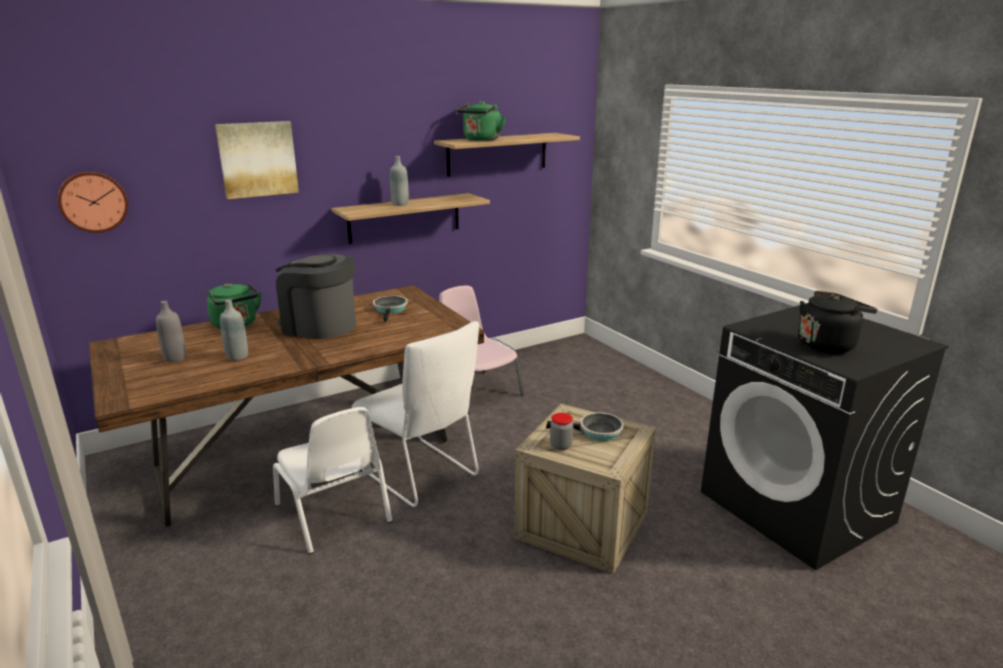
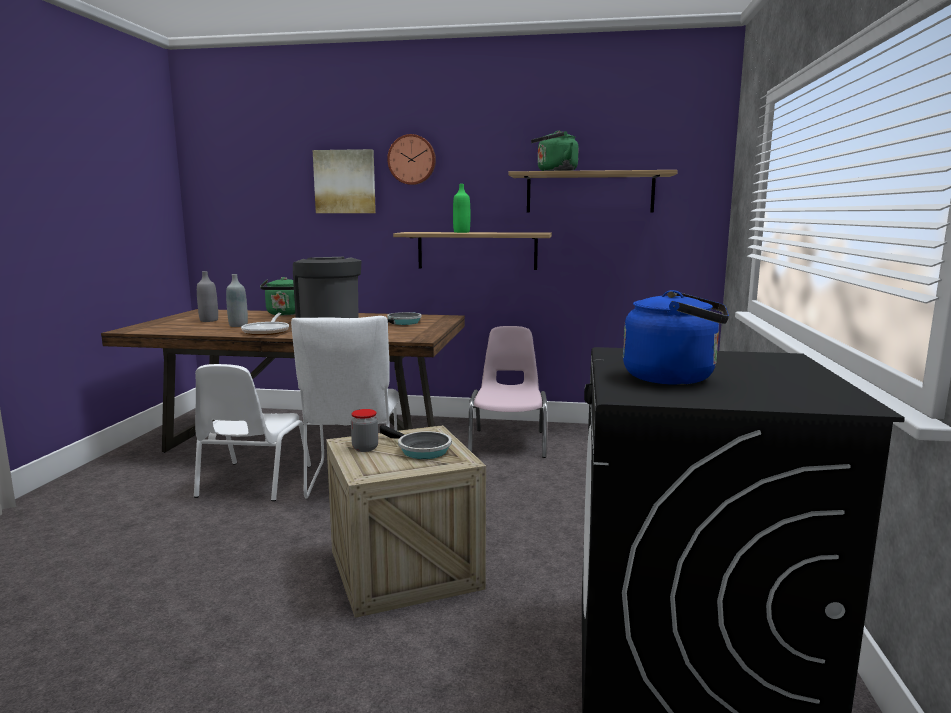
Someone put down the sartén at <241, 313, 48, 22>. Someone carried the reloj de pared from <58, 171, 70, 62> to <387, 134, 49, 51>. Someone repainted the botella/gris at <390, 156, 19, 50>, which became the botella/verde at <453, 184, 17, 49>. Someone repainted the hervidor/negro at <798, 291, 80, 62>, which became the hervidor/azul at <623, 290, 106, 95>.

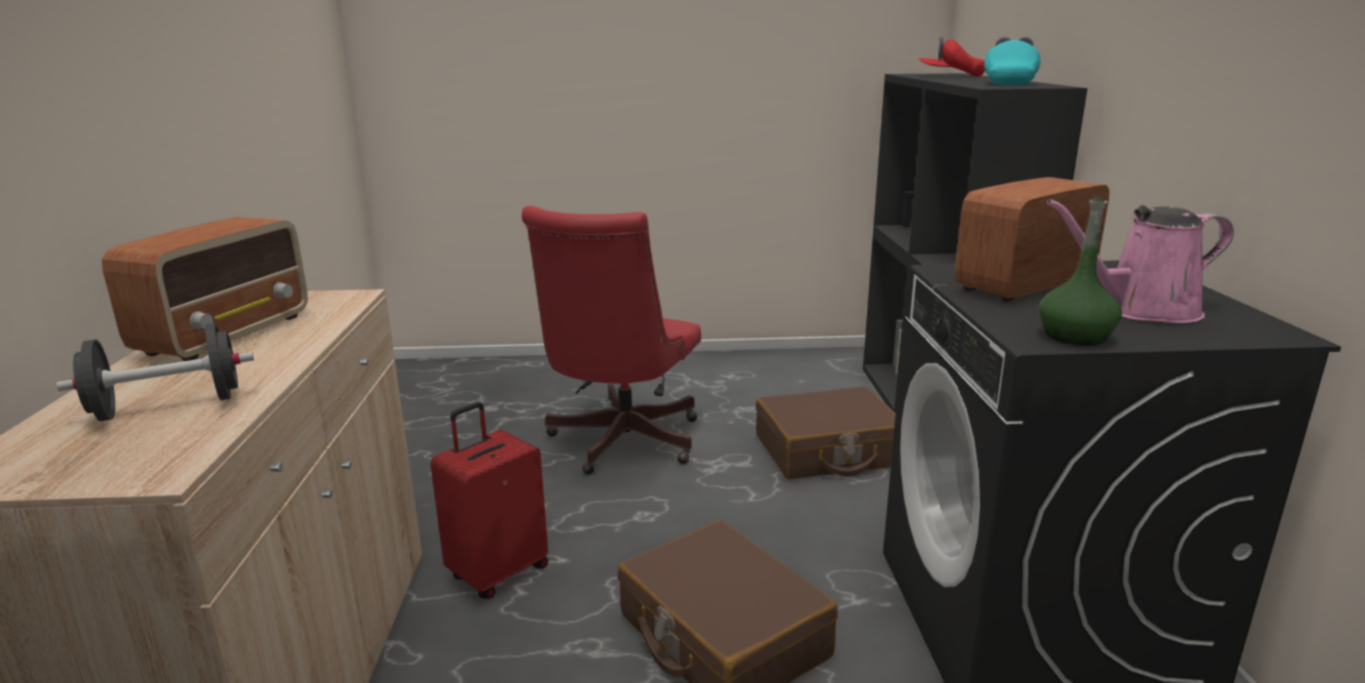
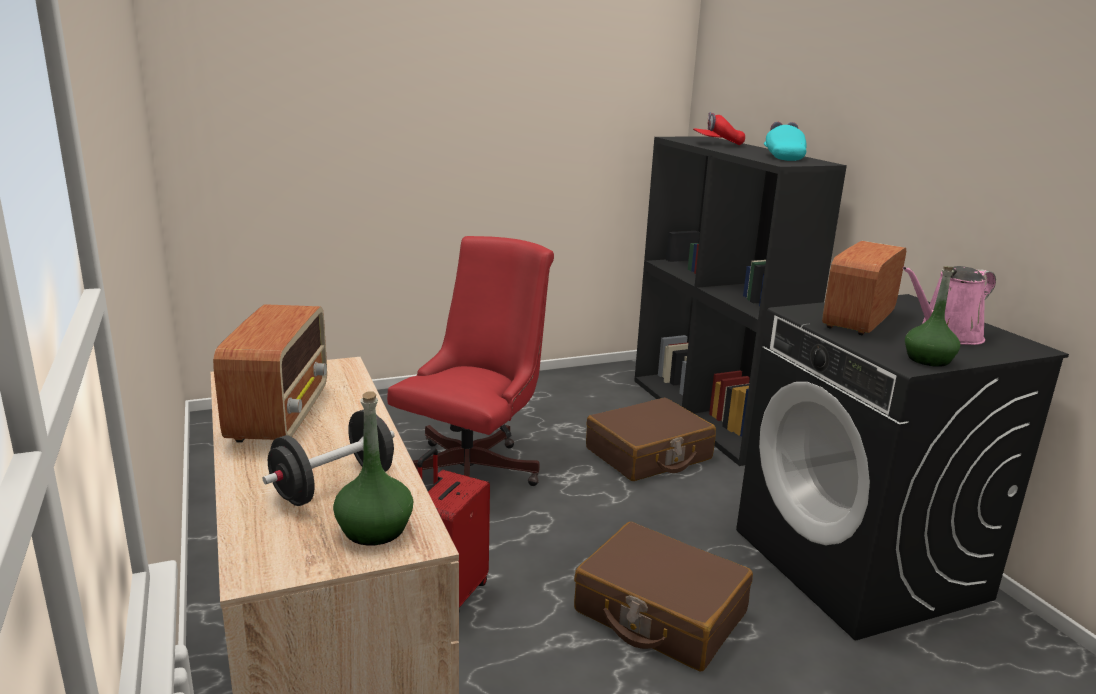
Someone put down the botella/verde at <333, 391, 80, 155>. Someone rotated the silla de oficina/rojo at <522, 206, 179, 269> by 150 degrees counterclockwise.

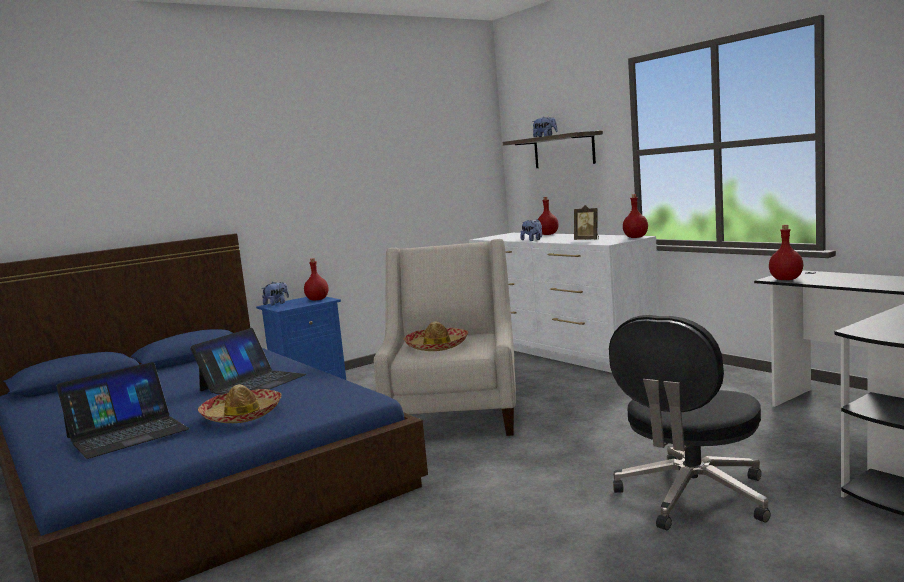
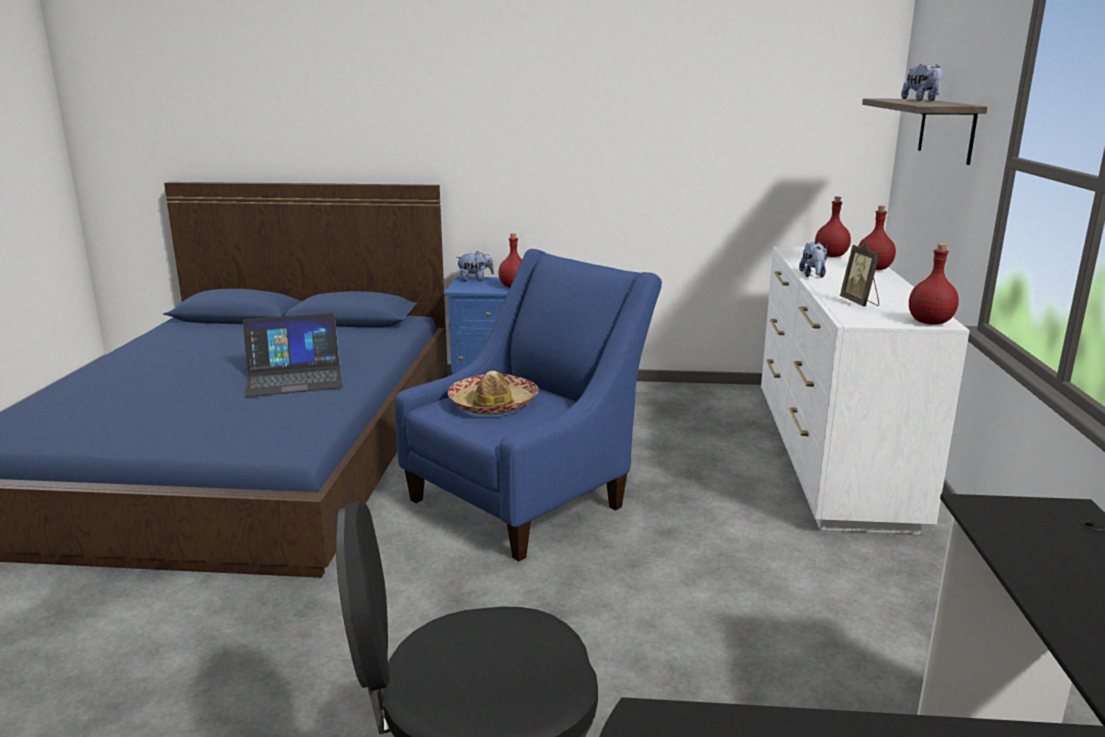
Someone took away the portátil at <57, 362, 132, 97>. Someone took away the sombrero at <198, 384, 84, 39>. Someone carried the botella/rojo from <769, 225, 34, 55> to <815, 197, 36, 60>. Someone repainted the sillón/beis at <374, 239, 142, 197>, which became the sillón/azul at <394, 249, 268, 312>.

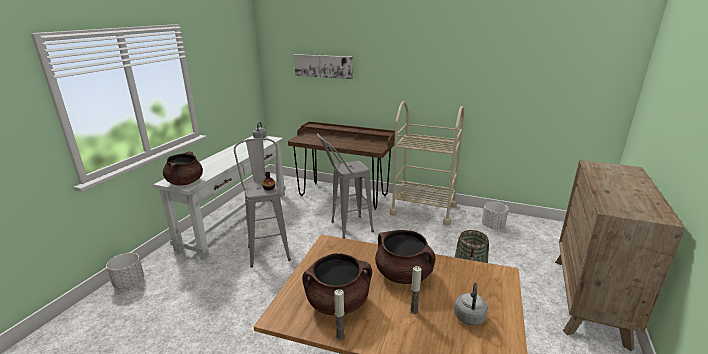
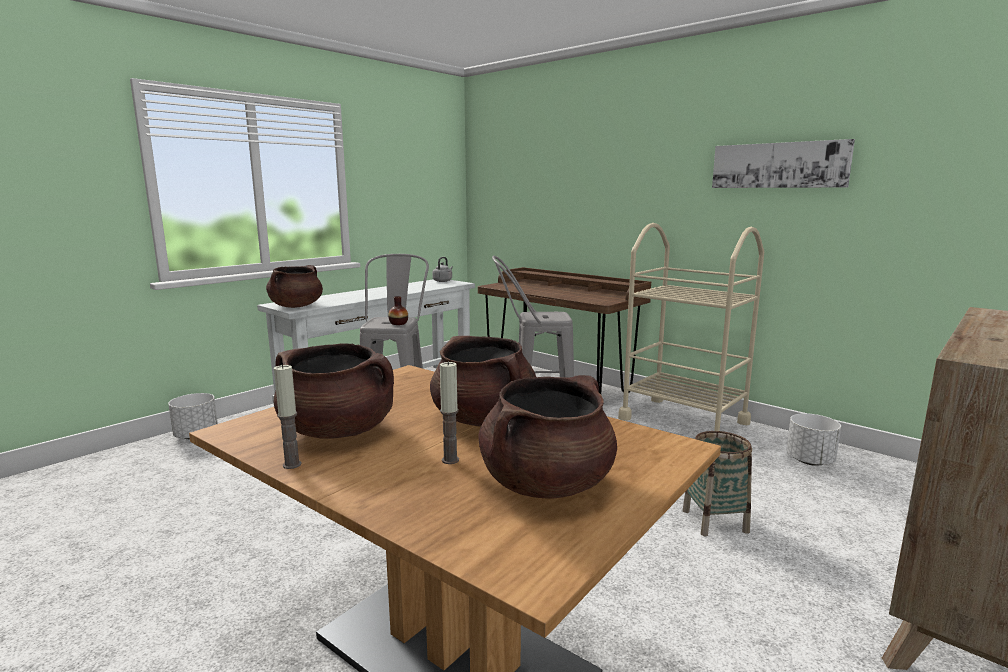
Someone carried the cuadro from <294, 54, 59, 25> to <712, 139, 143, 49>. Someone swapped the hervidor/gris at <454, 283, 34, 42> for the olla/marrón at <478, 375, 139, 123>.

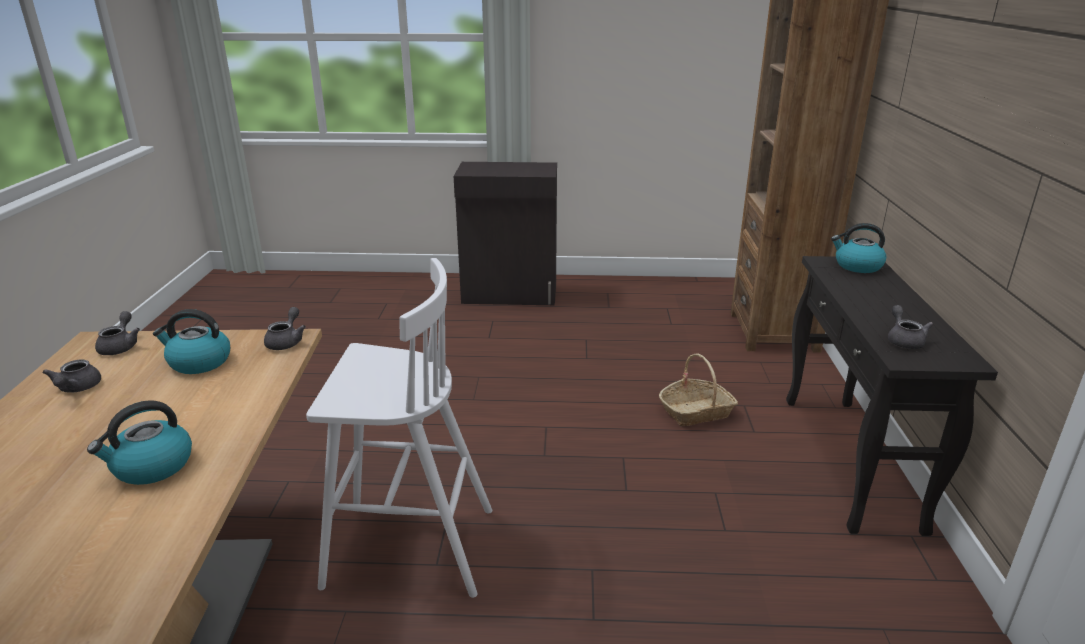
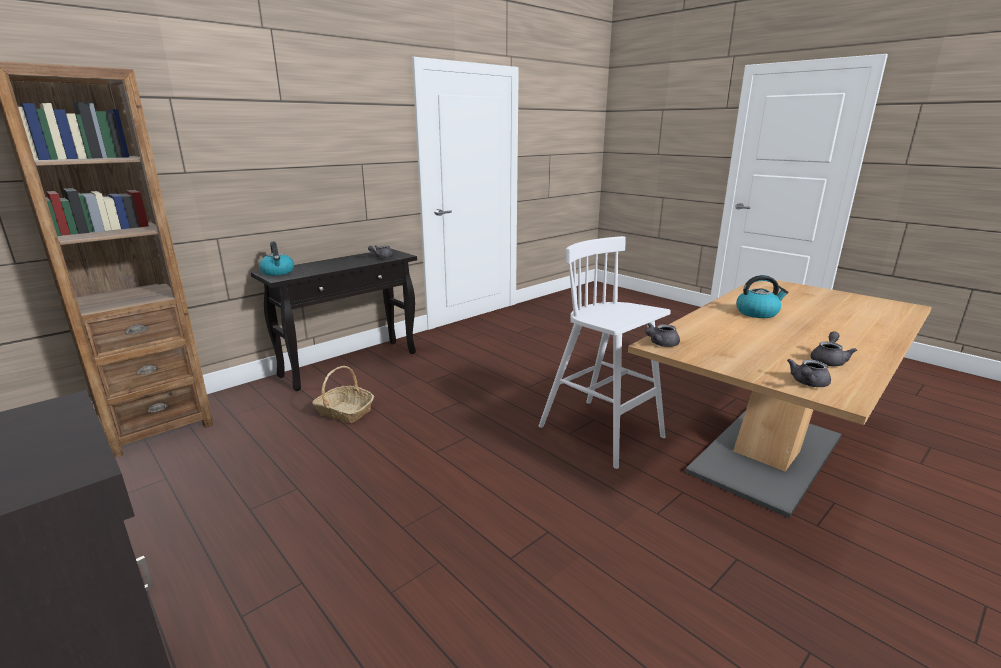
Someone took away the hervidor at <153, 309, 77, 65>.

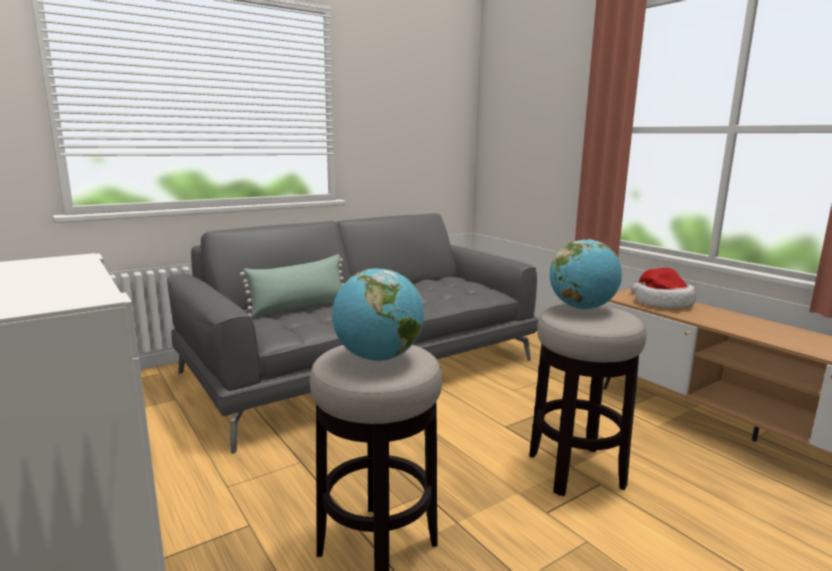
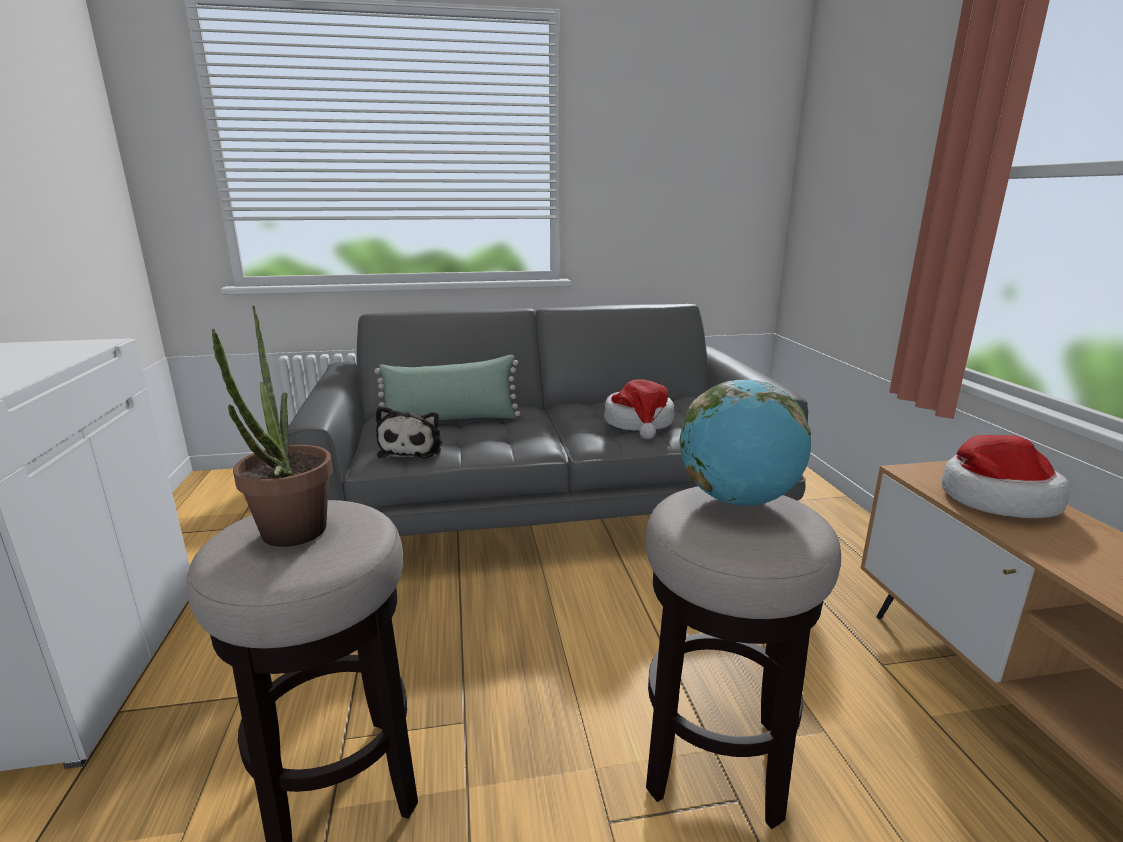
Someone put down the peluche at <376, 406, 66, 52>. Someone put down the sombrero at <604, 379, 70, 60>. Someone swapped the globo terráqueo at <332, 268, 92, 93> for the planta en maceta at <211, 306, 122, 241>.

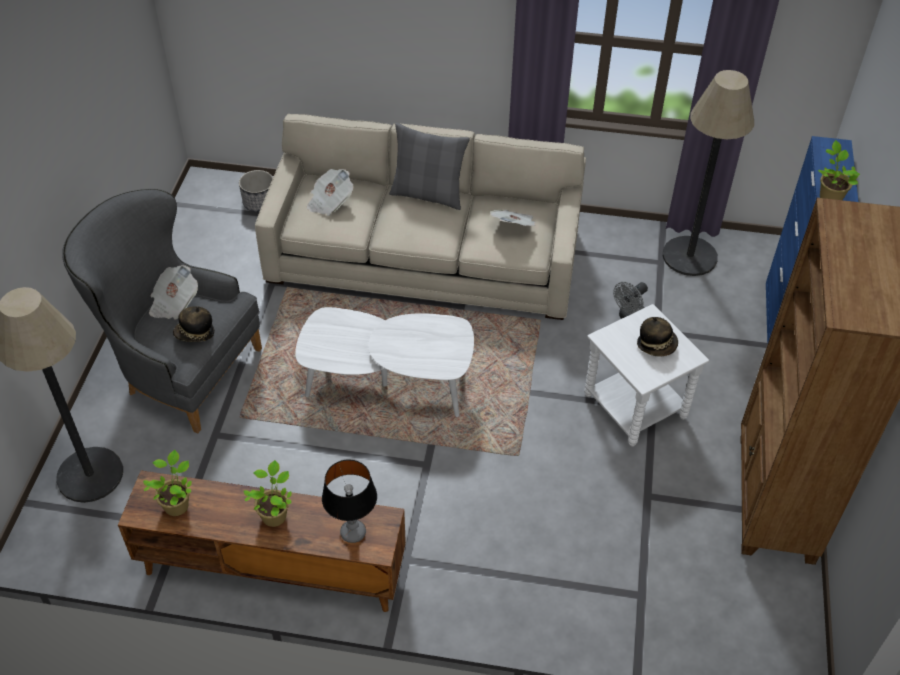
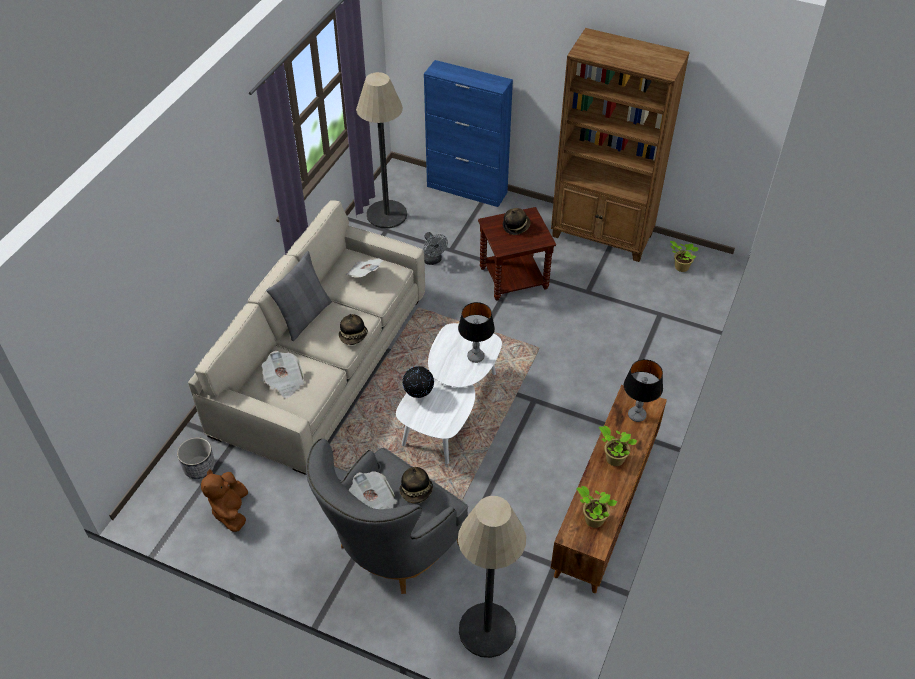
Someone put down the peluche/marrón at <201, 469, 47, 63>. Someone put down the sombrero at <339, 314, 29, 31>. Someone put down the globo terráqueo at <402, 366, 32, 32>. Someone put down the lámpara de mesa at <458, 302, 37, 61>. Someone carried the planta en maceta from <818, 140, 42, 60> to <670, 241, 28, 31>. Someone repainted the mesa auxiliar/blanco at <584, 304, 125, 143>, which became the mesa auxiliar/marrón at <478, 207, 78, 93>.

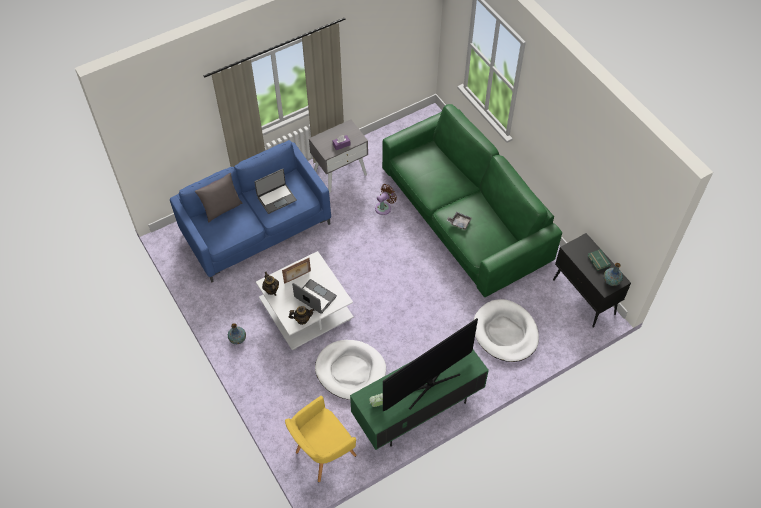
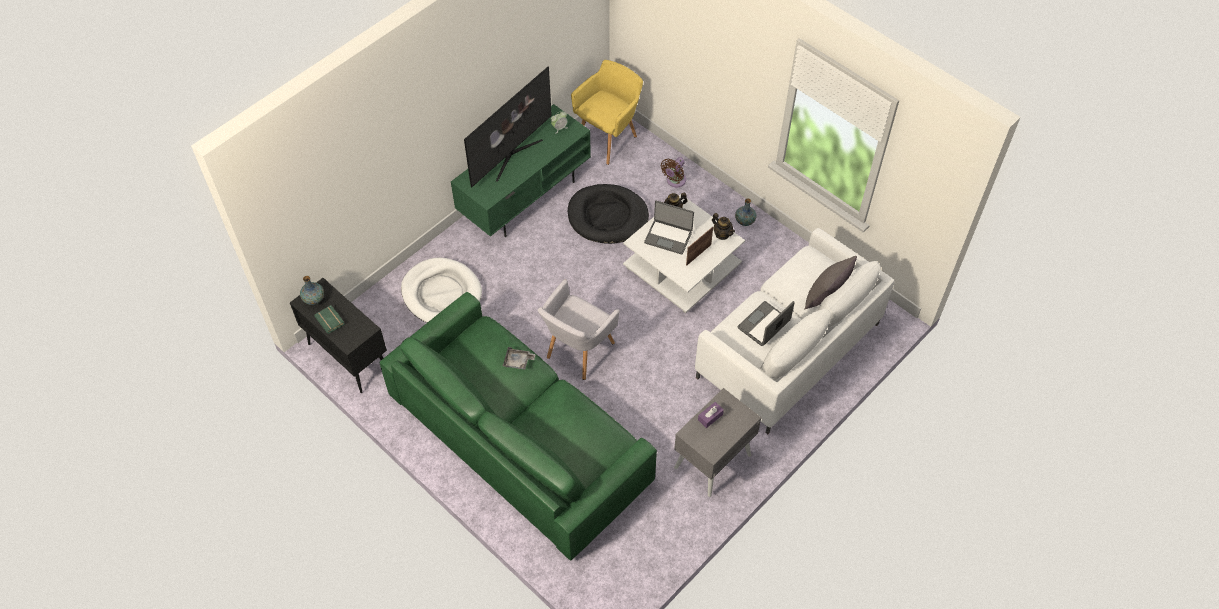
Someone put down the sillón/gris at <538, 279, 82, 101>. Someone carried the ventilador/marrón from <375, 184, 22, 31> to <661, 157, 25, 31>. Someone repainted the sofá/azul at <170, 140, 161, 142>, which became the sofá/blanco at <695, 228, 199, 206>. Someone repainted the cama para perro/blanco at <315, 340, 71, 60>, which became the cama para perro/negro at <568, 184, 81, 60>.

